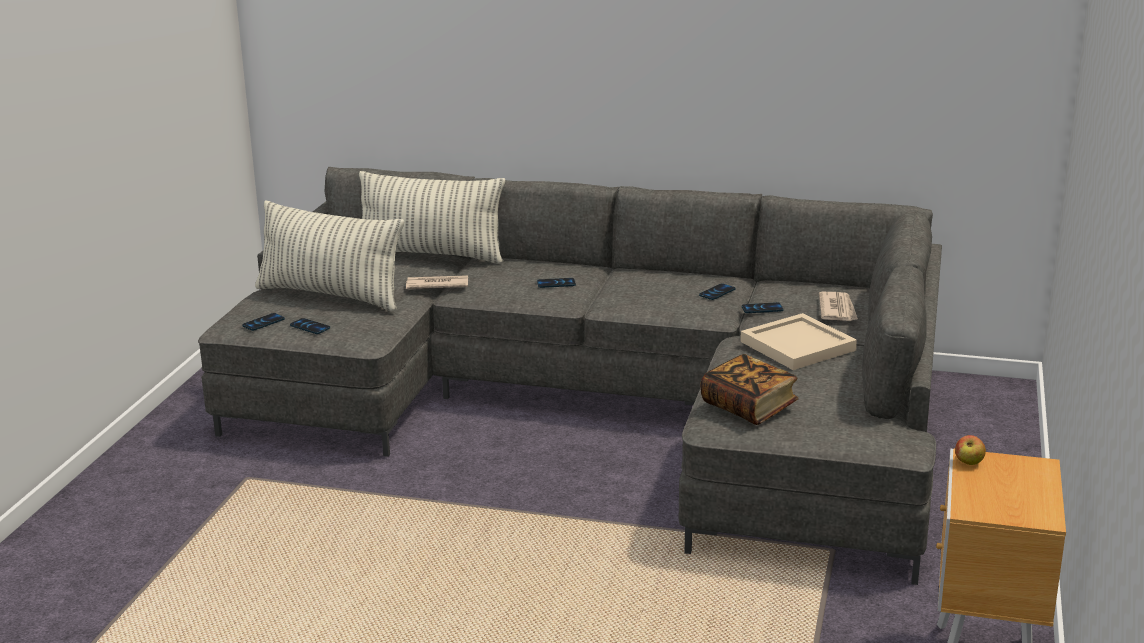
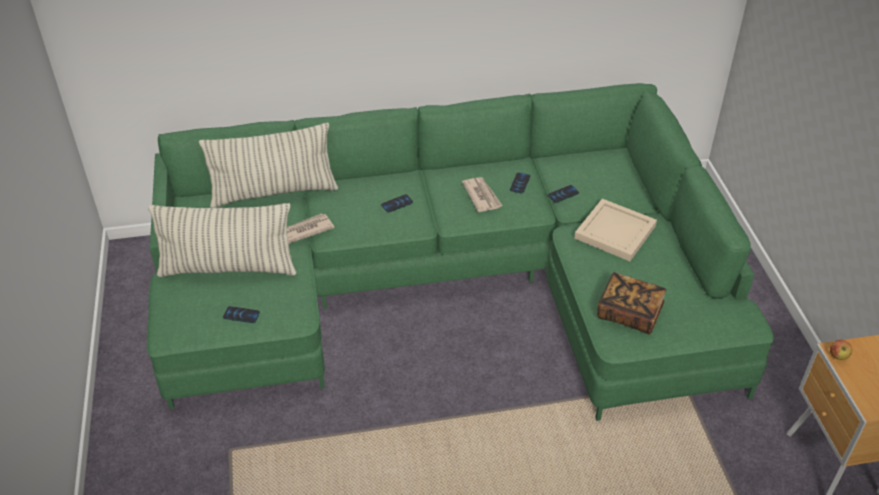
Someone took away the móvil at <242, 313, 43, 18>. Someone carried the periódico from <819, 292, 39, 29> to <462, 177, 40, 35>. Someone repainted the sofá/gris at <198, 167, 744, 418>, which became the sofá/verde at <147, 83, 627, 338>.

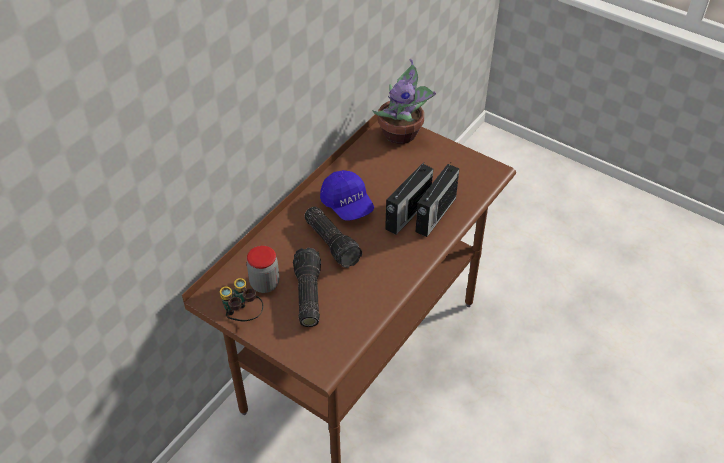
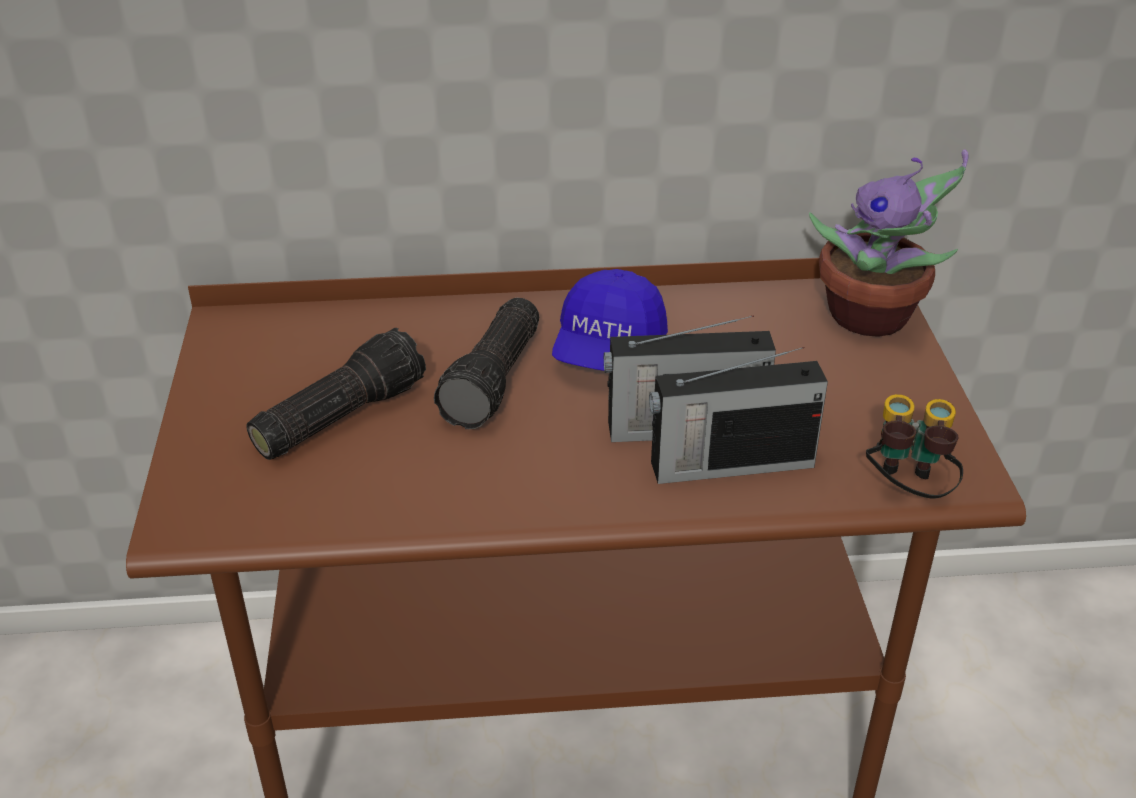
Someone took away the tarro at <247, 246, 32, 47>. Someone carried the prismáticos from <220, 278, 43, 43> to <866, 394, 97, 105>.

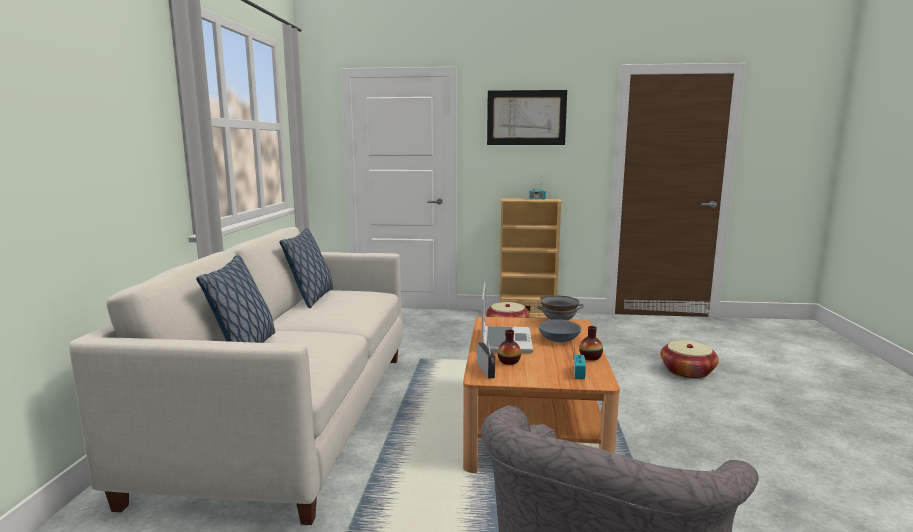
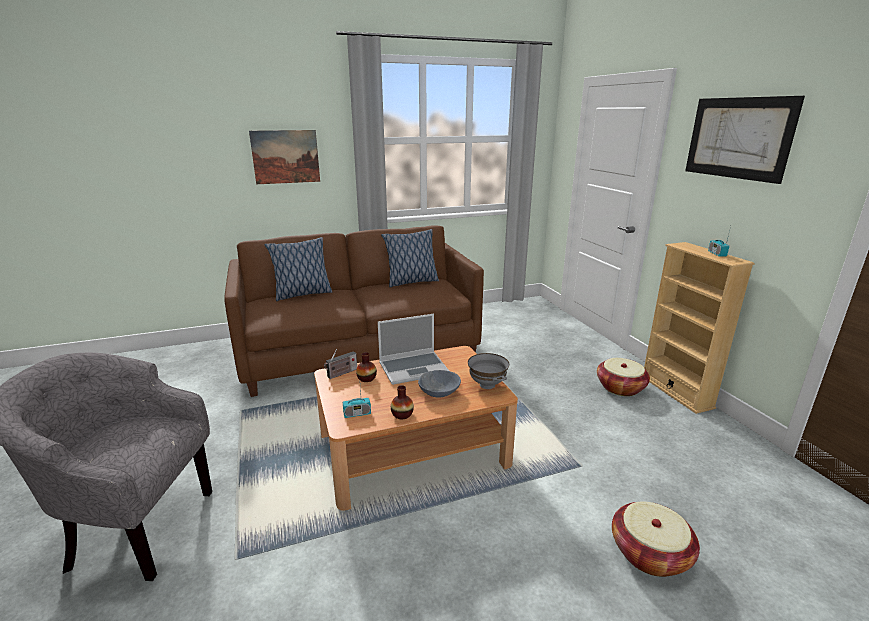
Someone put up the cuadro at <249, 130, 71, 54>. Someone repainted the sofá/blanco at <69, 227, 334, 298>, which became the sofá/marrón at <224, 225, 260, 172>.

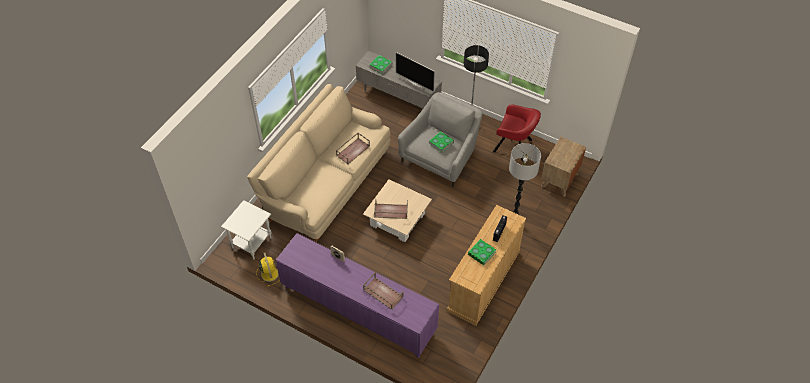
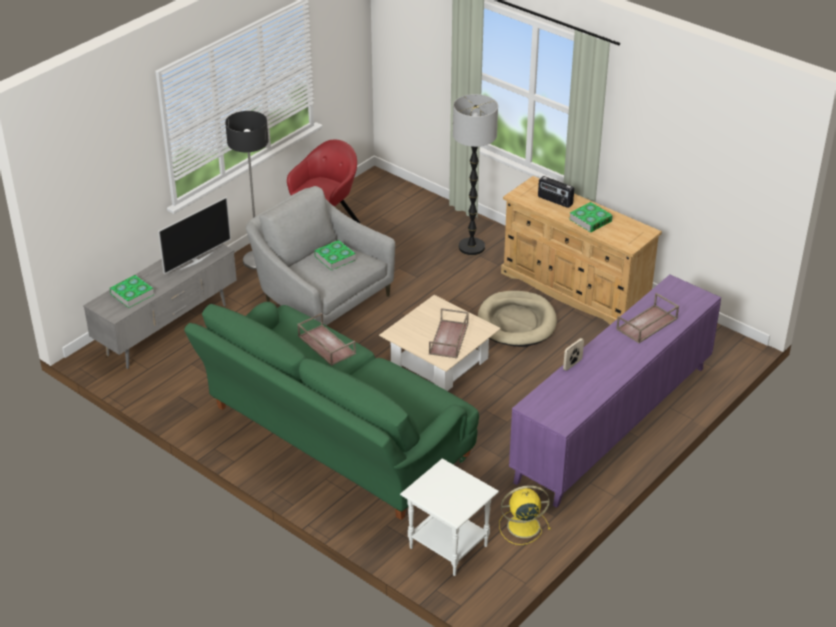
Someone took away the mesita de noche/marrón at <541, 137, 45, 60>. Someone put down the cama para perro/beis at <478, 291, 79, 56>. Someone repainted the sofá/beis at <247, 84, 143, 157>, which became the sofá/verde at <184, 302, 295, 218>.

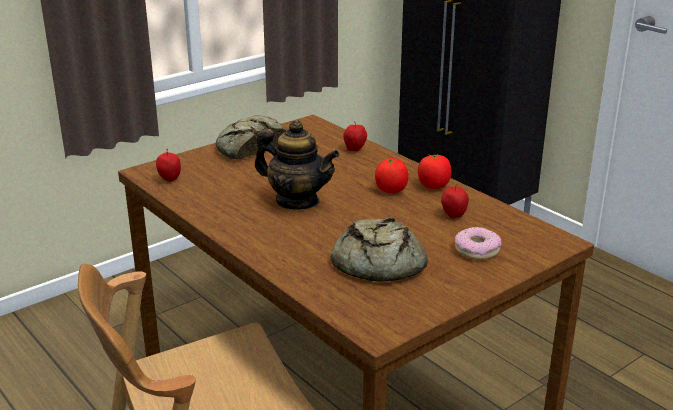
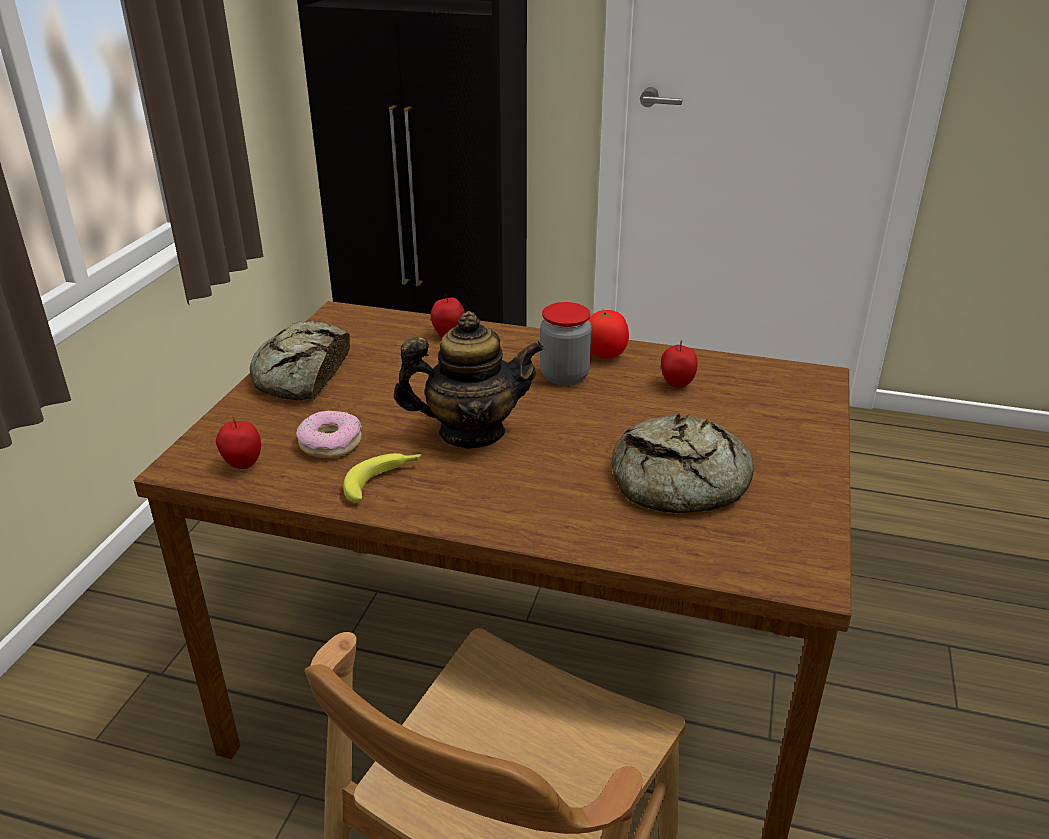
Someone put down the plátano at <343, 453, 78, 50>. Someone carried the rosquilla from <455, 227, 46, 33> to <296, 410, 66, 48>. Someone swapped the tomate at <375, 158, 33, 35> for the tarro at <540, 302, 52, 84>.

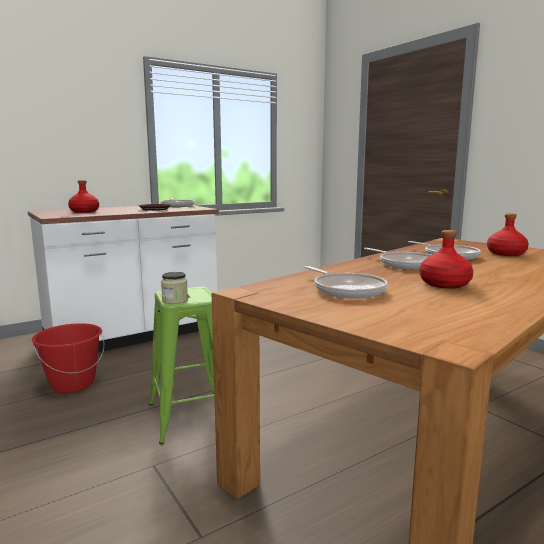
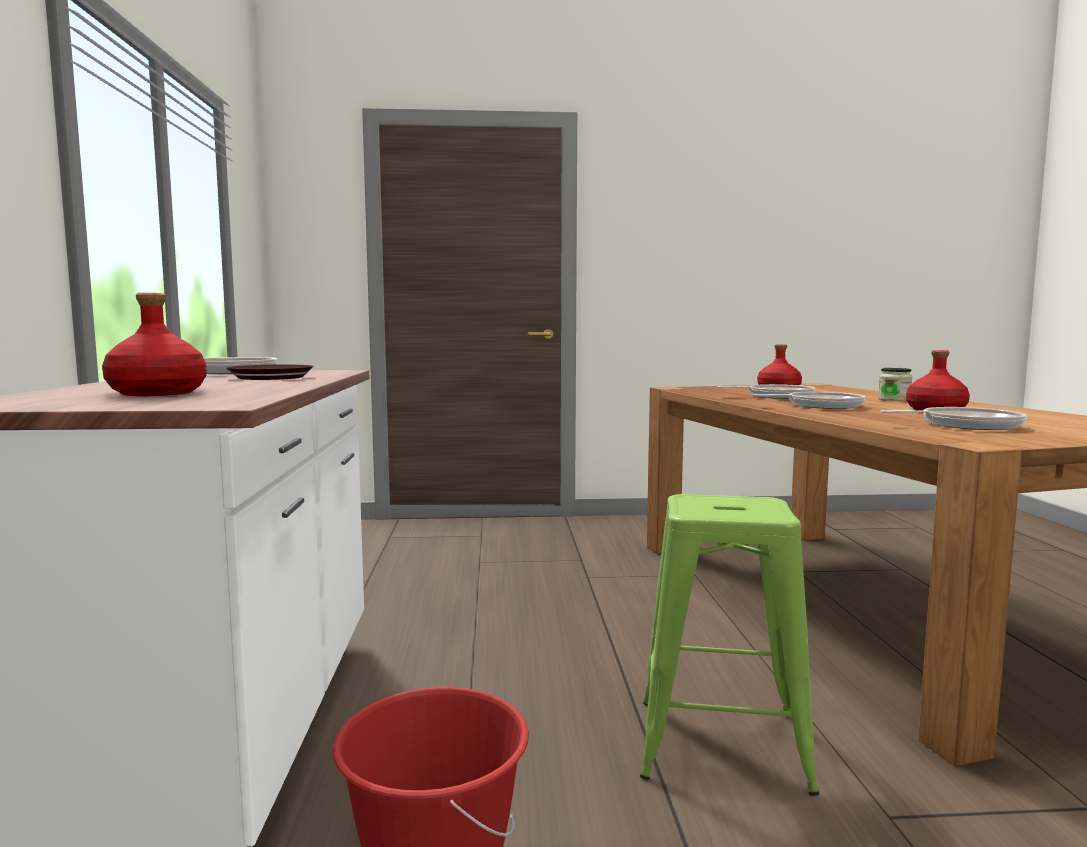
Someone carried the tarro from <161, 272, 27, 32> to <878, 368, 34, 33>.

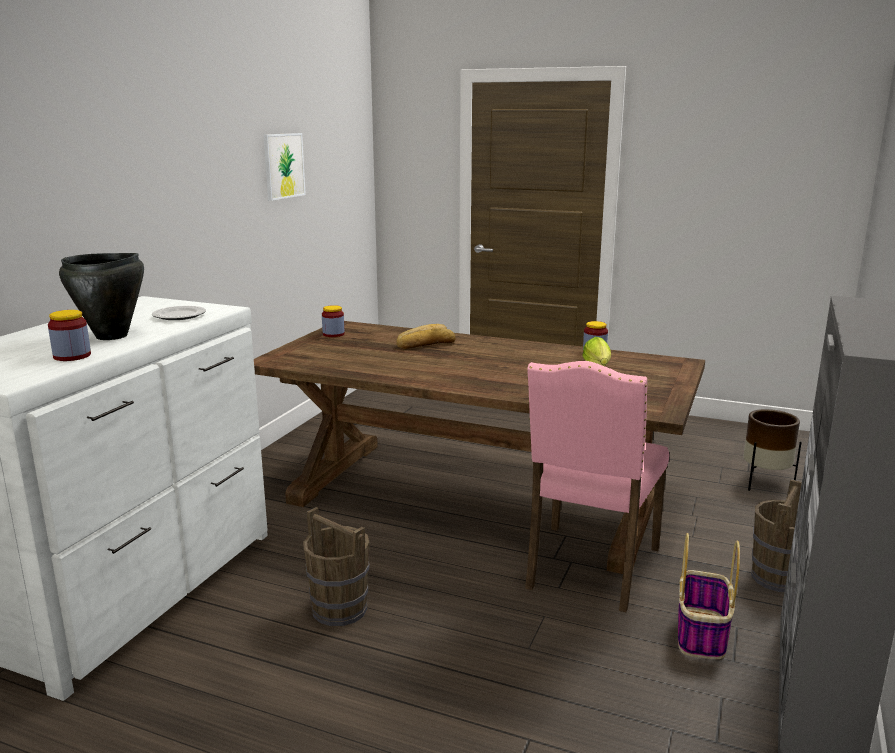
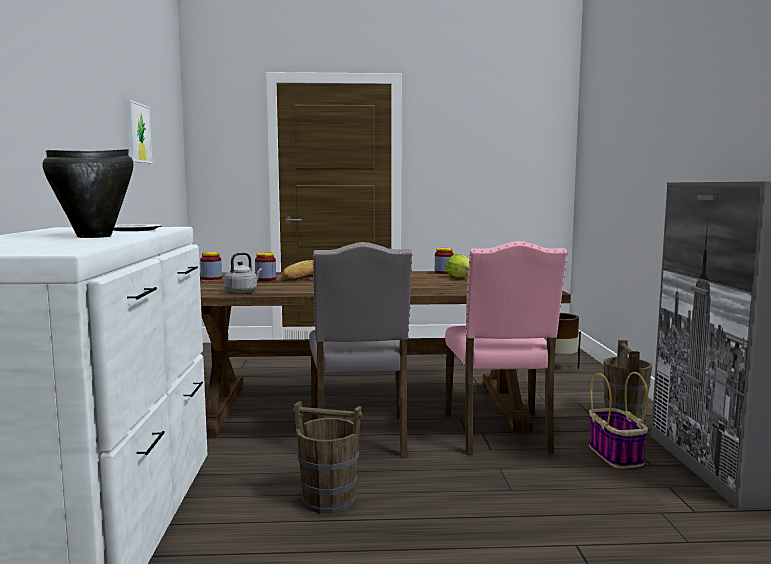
Someone put down the hervidor/gris at <224, 253, 39, 40>. Someone put down the silla/gris at <309, 242, 103, 216>. Someone carried the tarro from <48, 310, 43, 51> to <255, 253, 21, 28>.

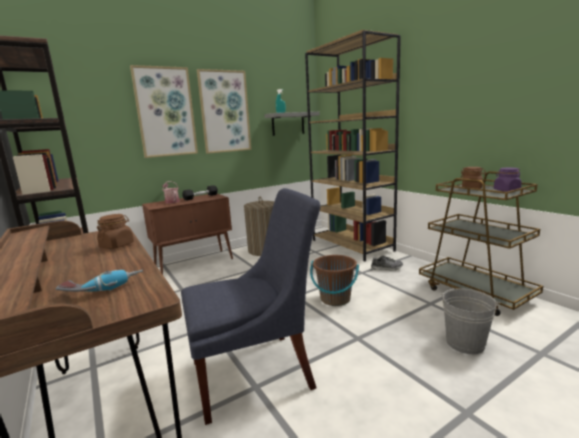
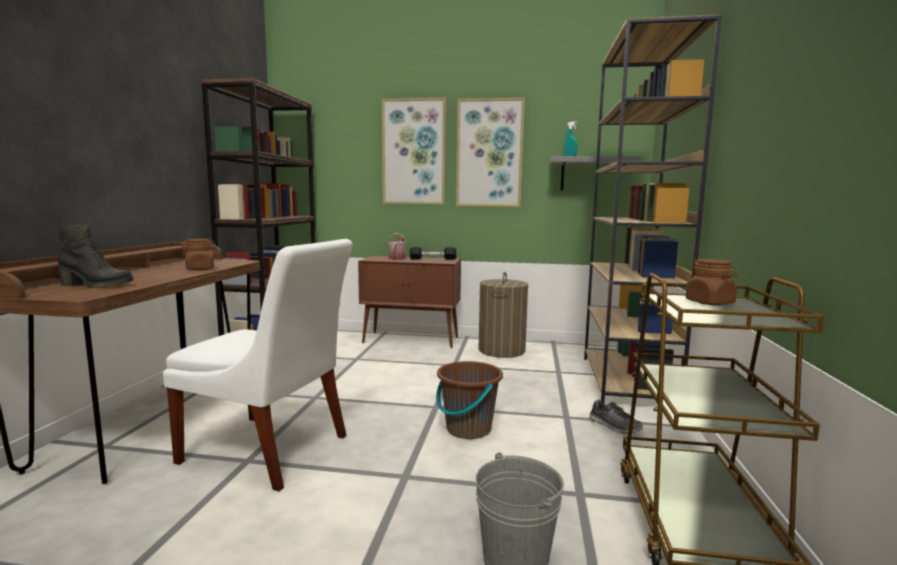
Someone took away the tarro/morado at <494, 167, 28, 25>. Someone swapped the taladro at <56, 270, 87, 22> for the bota/negro at <57, 224, 77, 64>. Someone repainted the silla/azul at <181, 188, 140, 237>, which became the silla/blanco at <163, 239, 190, 252>.

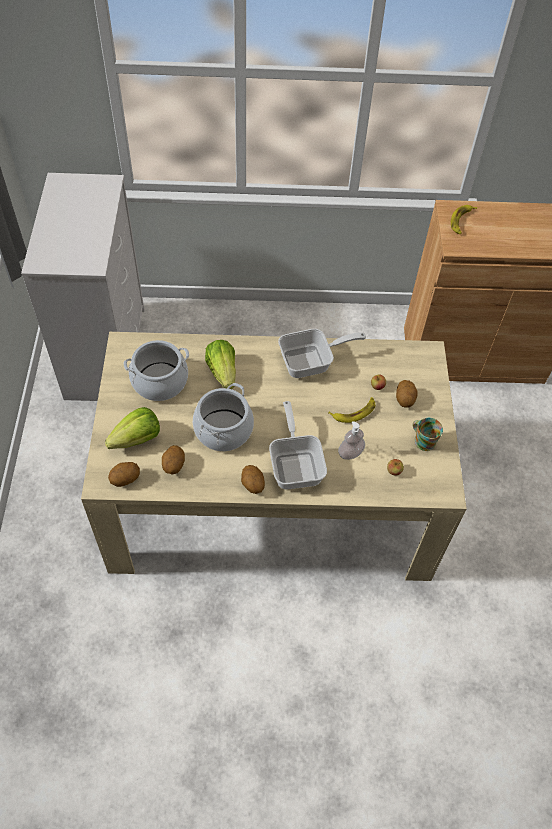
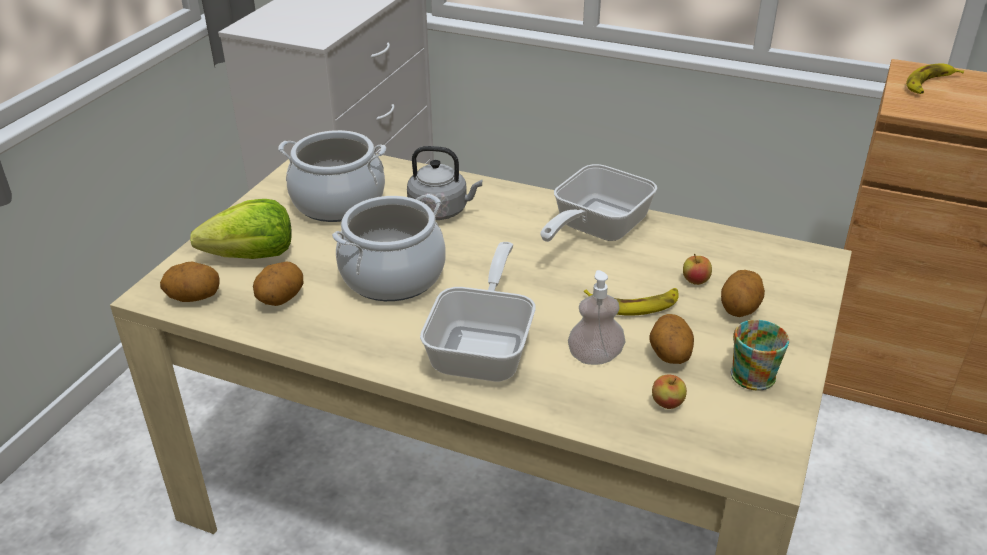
Someone carried the patata from <241, 465, 24, 29> to <649, 314, 45, 50>. Someone swapped the lechuga at <205, 340, 31, 49> for the hervidor/gris at <407, 146, 75, 74>. Someone rotated the sartén at <278, 329, 88, 49> by 120 degrees clockwise.

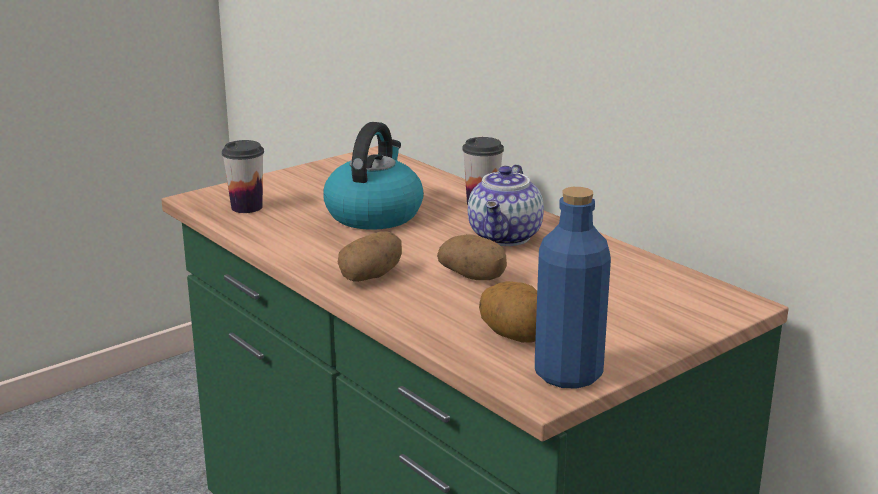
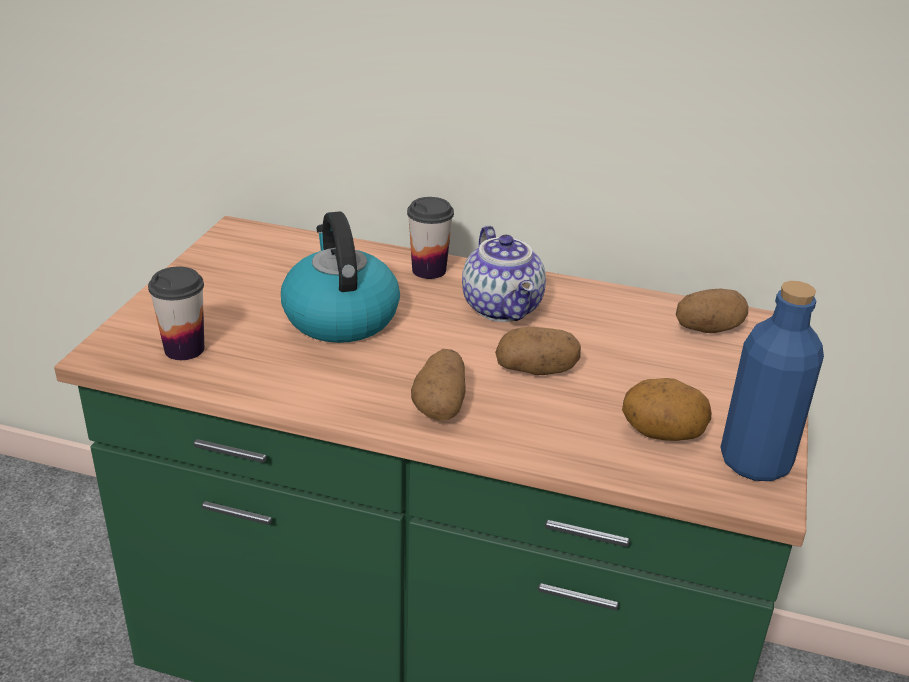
Someone put down the patata at <676, 288, 72, 45>.

